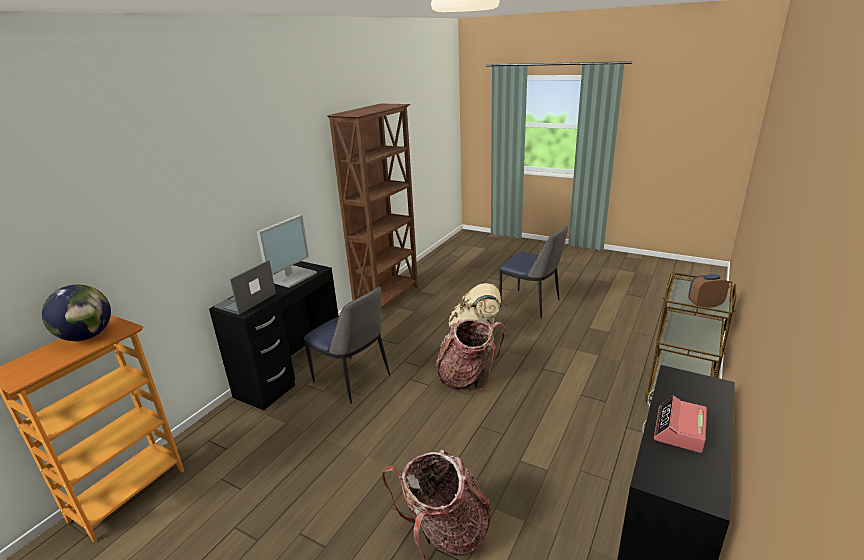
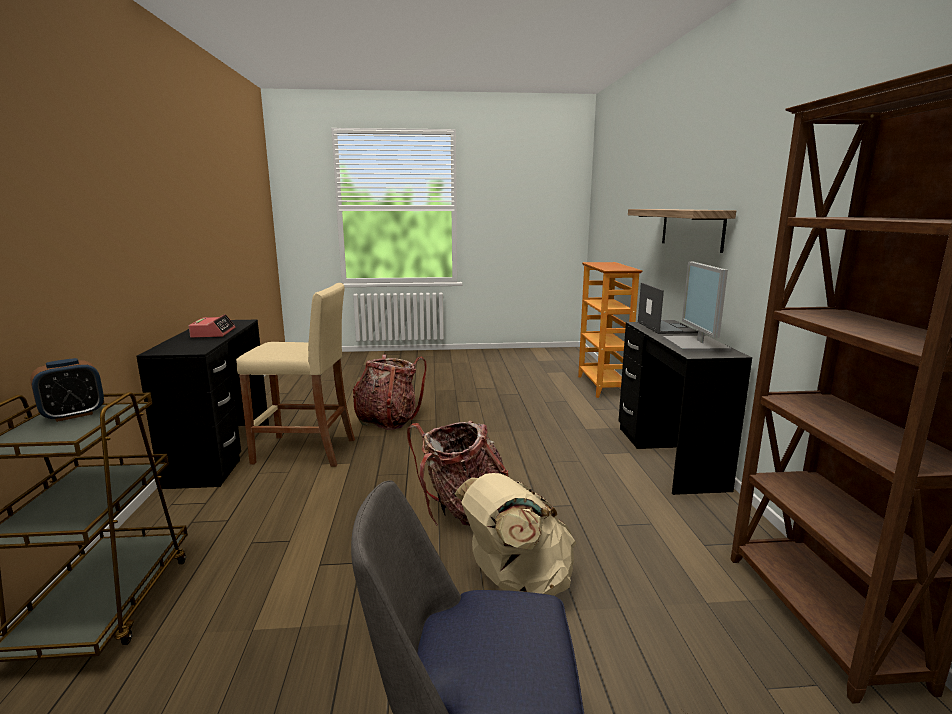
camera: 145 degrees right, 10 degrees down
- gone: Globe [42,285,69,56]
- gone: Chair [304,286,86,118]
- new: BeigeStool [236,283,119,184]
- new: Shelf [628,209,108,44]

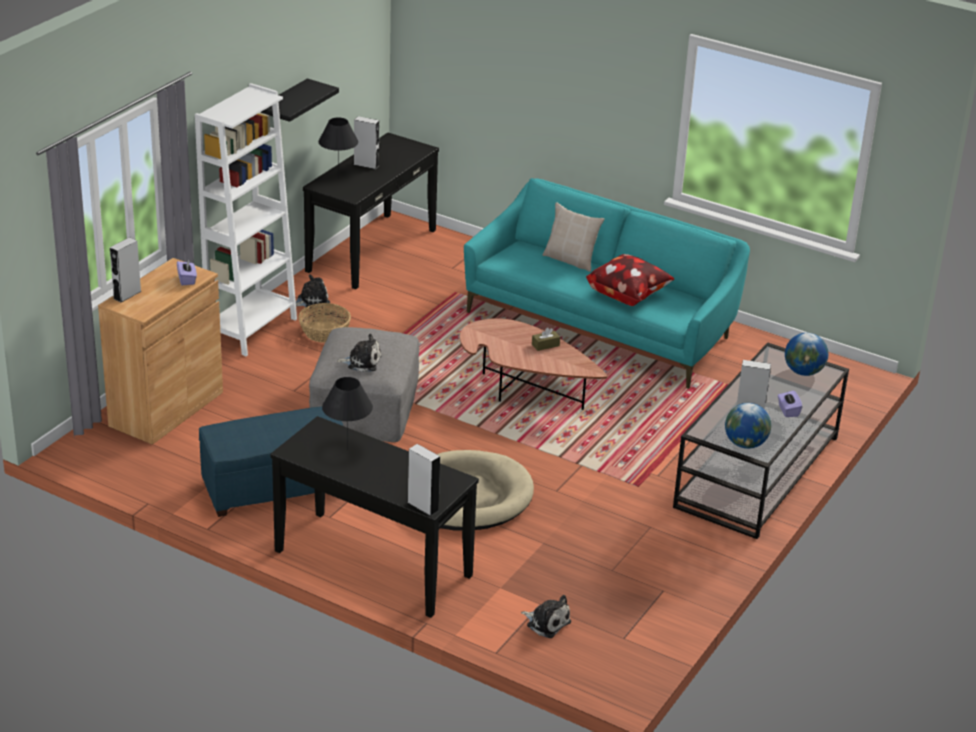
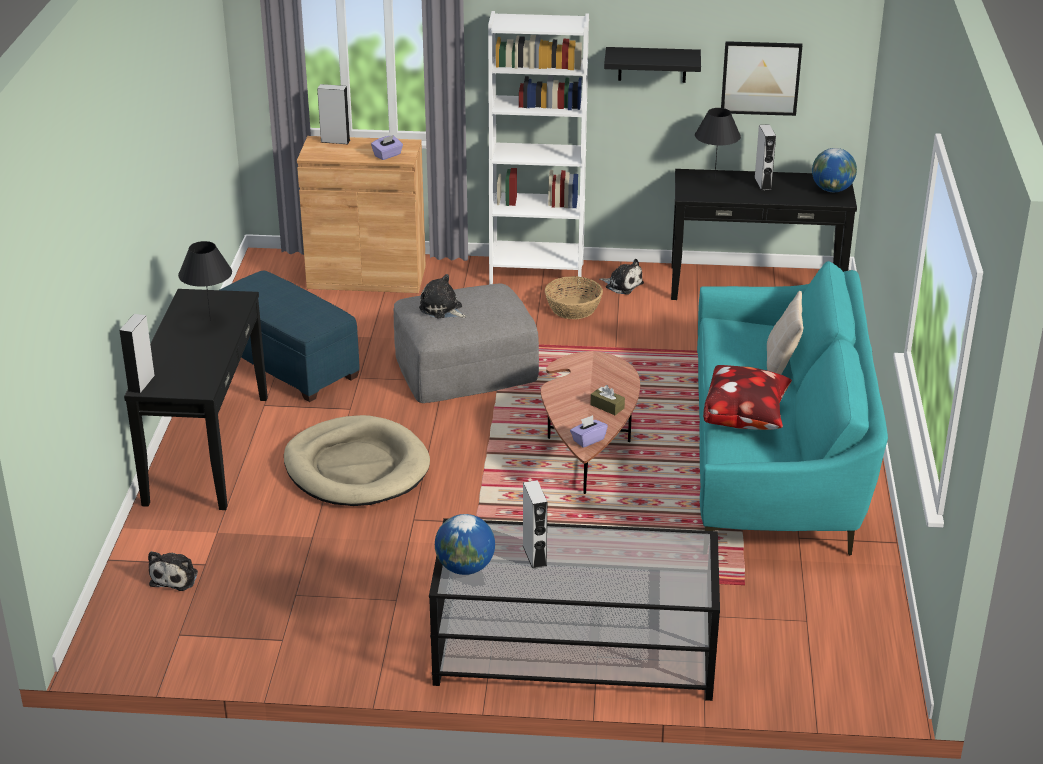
camera: 65 degrees right, 0 degrees up
- new: Picture [721,41,82,75]
- shifted: PurpleTissueBox [778,391,24,26] to [570,415,38,33]
- shifted: Globe [785,333,43,43] to [812,148,45,44]
- rotated: PlushToy [336,334,45,38] = [419,274,47,45] 150 degrees clockwise

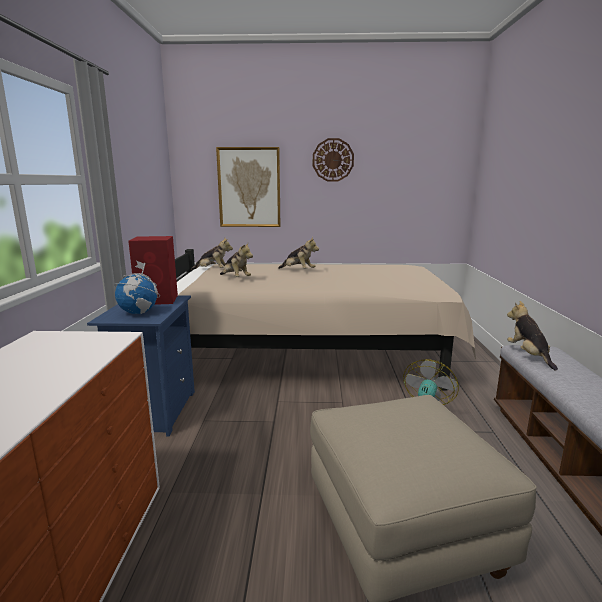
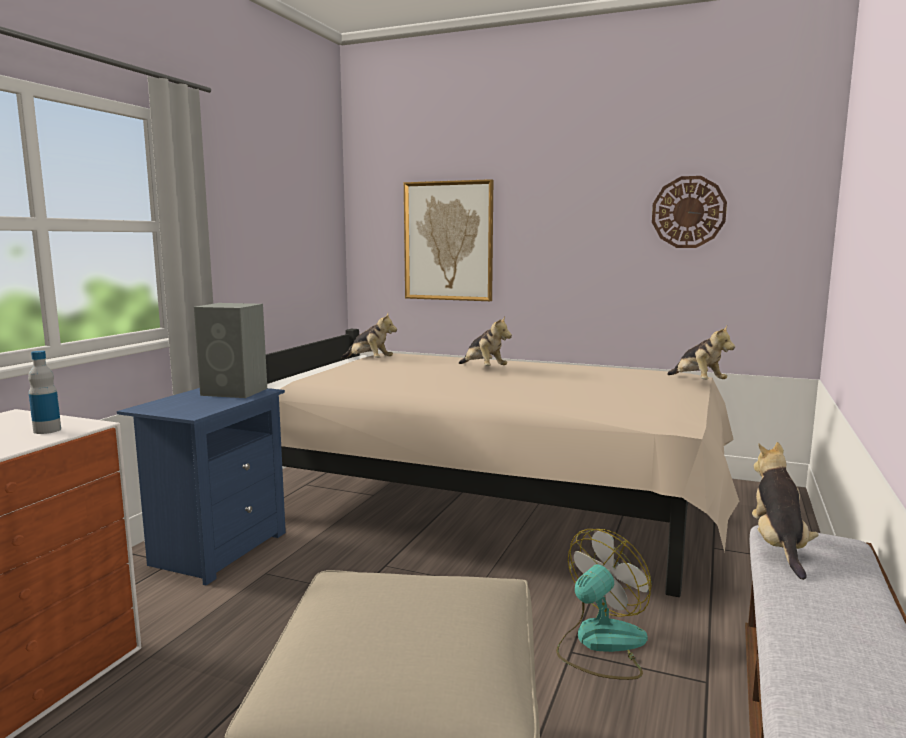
camera: 20 degrees right, 5 degrees down
- gone: Globe [114,261,46,53]
- new: Bottle [28,351,33,83]
- shifted: PlushToy [220,243,33,34] to [667,325,68,54]
- shifted: WallClock [313,138,41,44] to [652,176,75,72]
- repainted: RedSpeaker [128,236,50,69] to GreySpeaker [194,303,73,95]

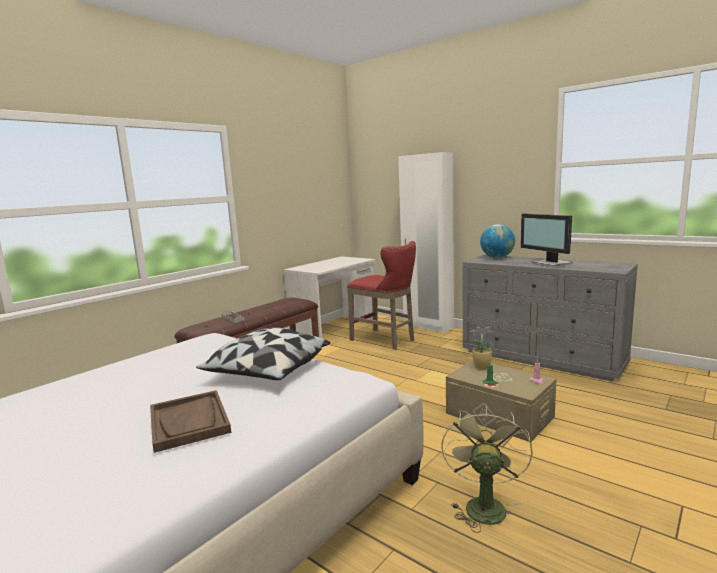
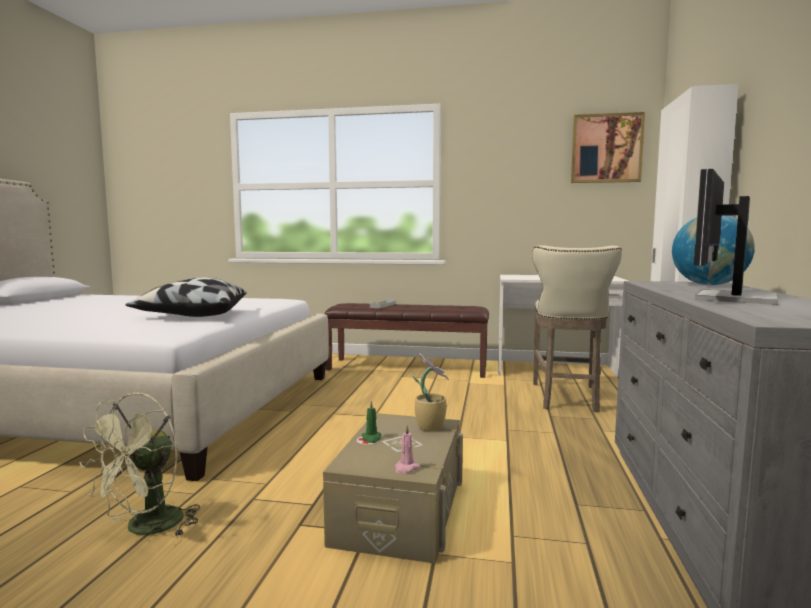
camera: 60 degrees right, 5 degrees down
- gone: BrownTray [150,390,81,63]
- new: Picture [571,112,74,71]
- repainted: RedStool [347,241,69,109] to BeigeStool [532,245,90,167]
- rotated: GreenFan [441,405,92,128] = [79,392,121,145] 135 degrees clockwise

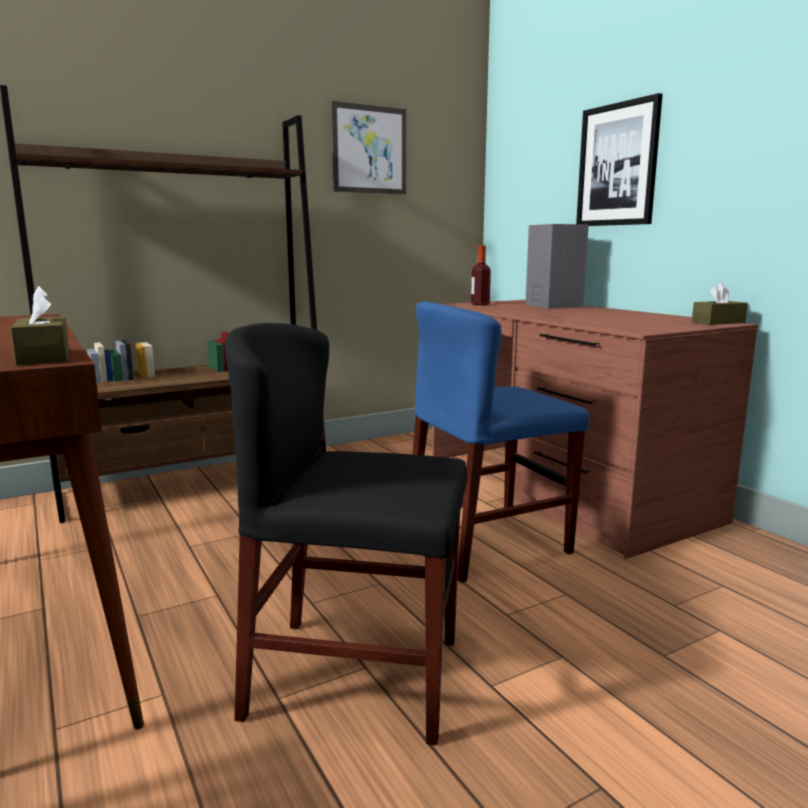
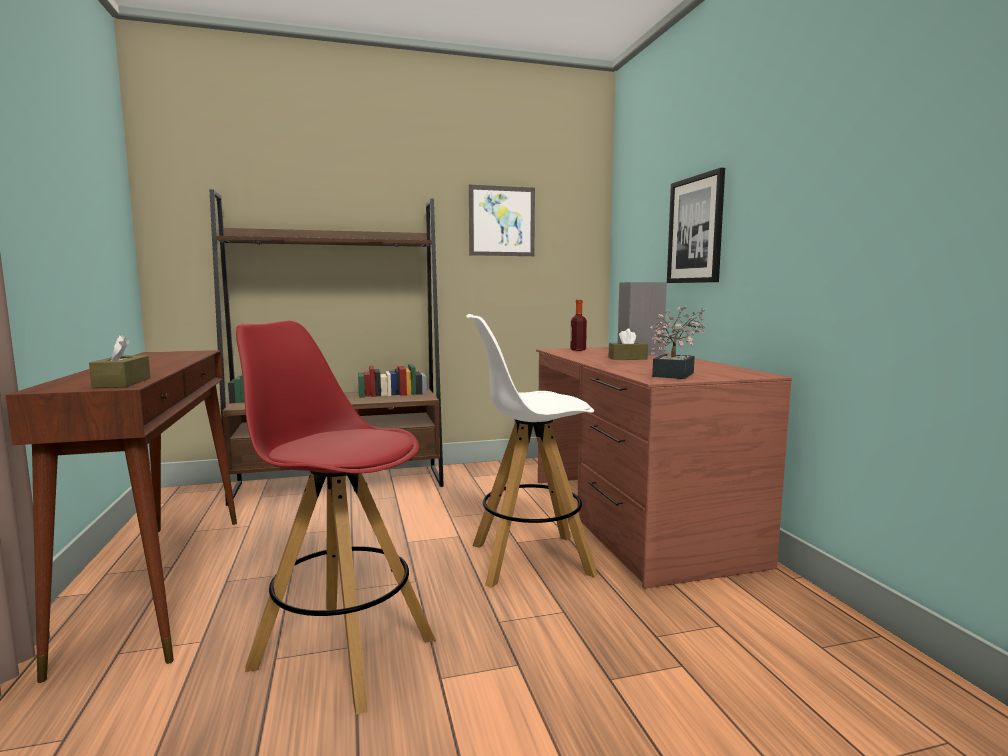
camera: 15 degrees right, 5 degrees down
- new: PottedPlant [650,305,57,74]
- shifted: BrownTissueBox [692,283,56,42] to [609,329,39,31]
- swapped: BlackChair [225,323,242,422] to RedStool [236,320,200,395]
- swapped: BlueChair [412,301,178,282] to WhiteStool [466,314,132,273]

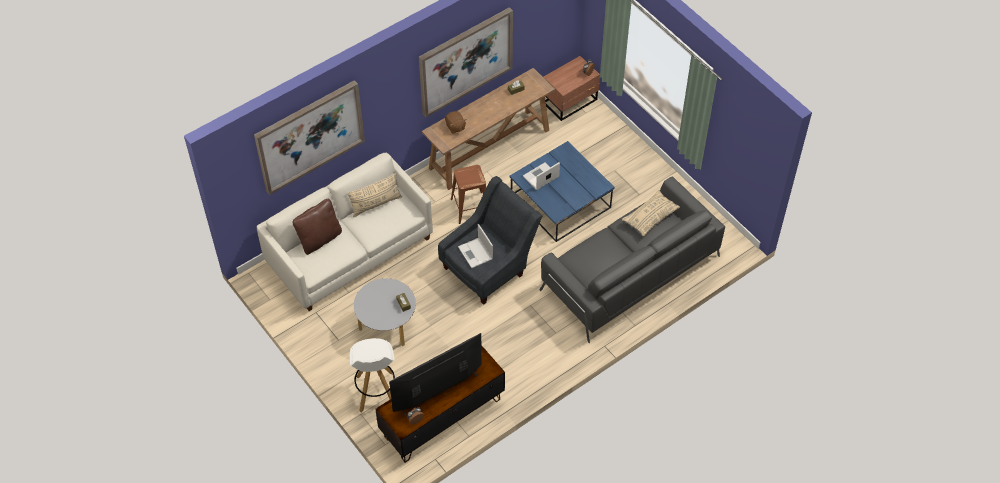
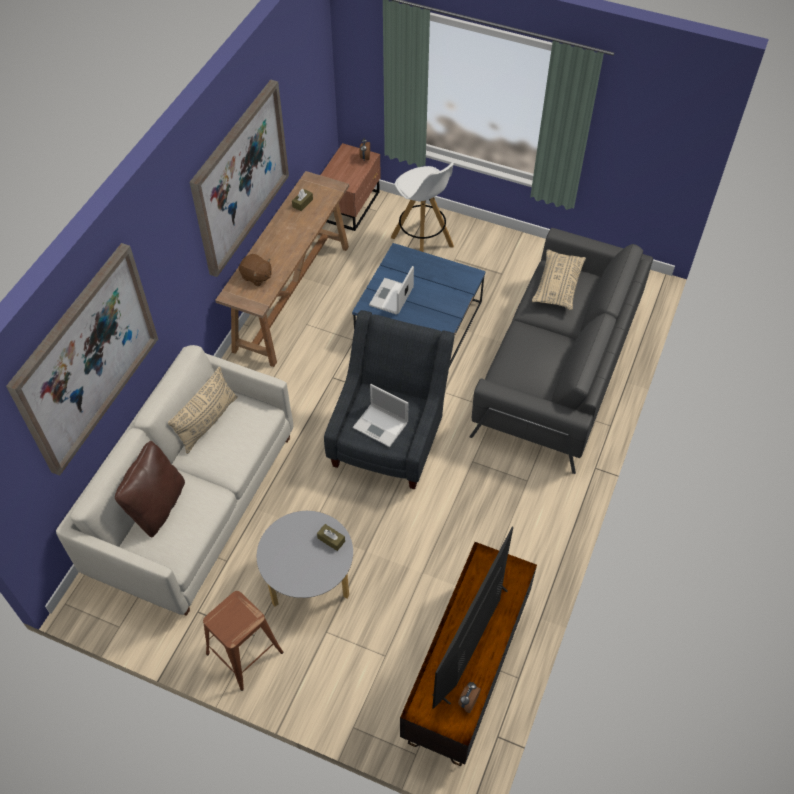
camera: 30 degrees left, 0 degrees up
- shifted: WhiteStool [350,338,45,75] to [391,162,63,90]
- shifted: BrownStool [451,165,35,59] to [203,591,80,100]

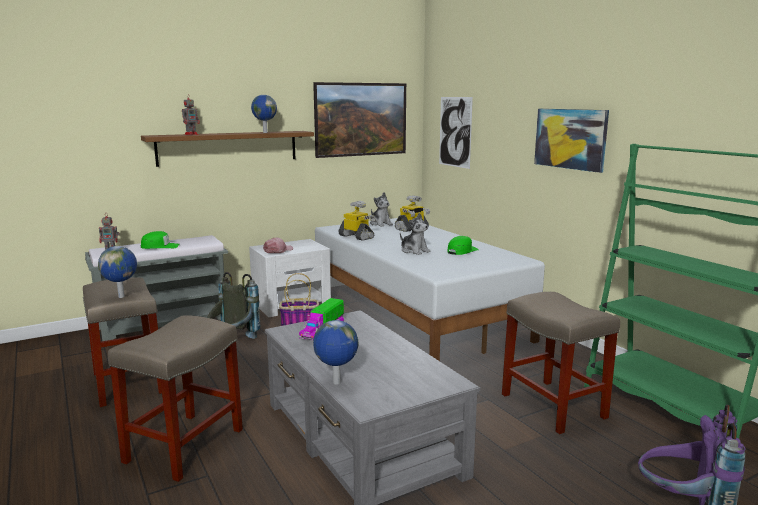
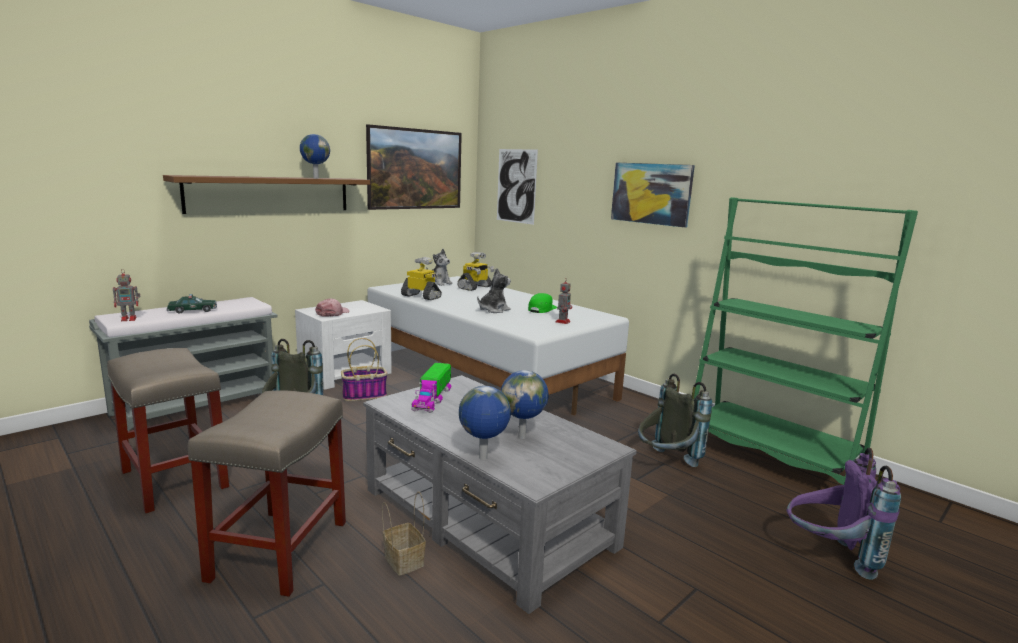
camera: 15 degrees left, 0 degrees up
- new: Basket [382,492,44,84]
- shifted: Globe [98,246,39,52] to [501,370,48,69]
- shifted: ToyRobot [182,95,18,40] to [556,279,16,45]
- swapped: GreenCap [141,231,38,18] to ToyCar [167,294,50,19]
- swapped: BeigeStool [502,292,118,142] to GreyBackpack [638,373,74,94]
- rotated: PlushToy [400,213,30,42] = [477,268,34,45] 75 degrees counterclockwise

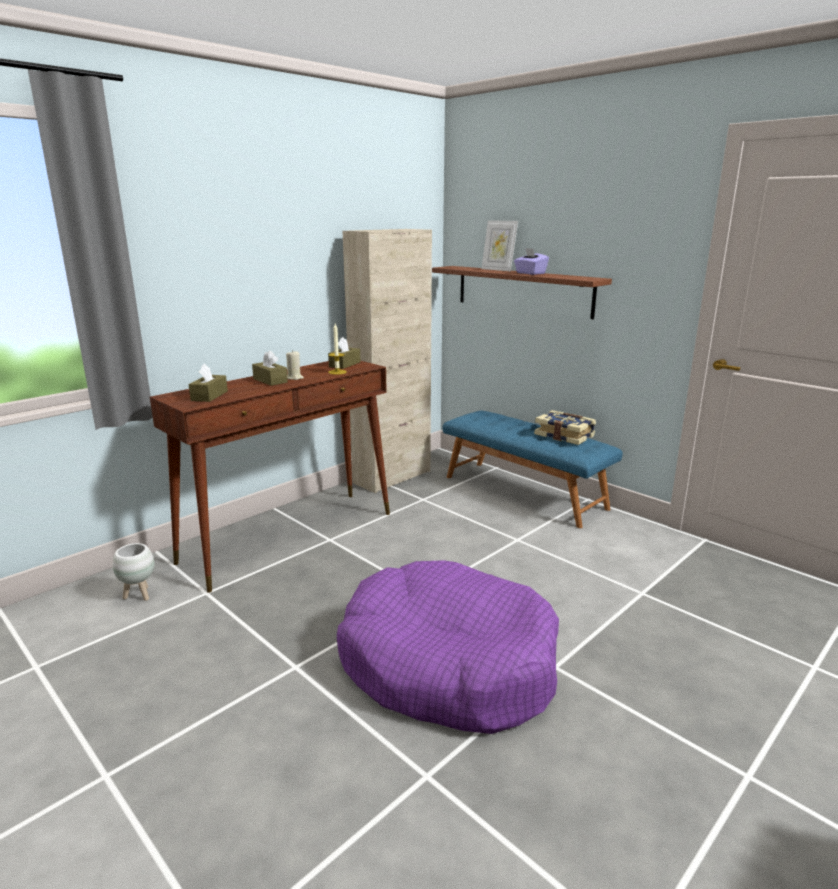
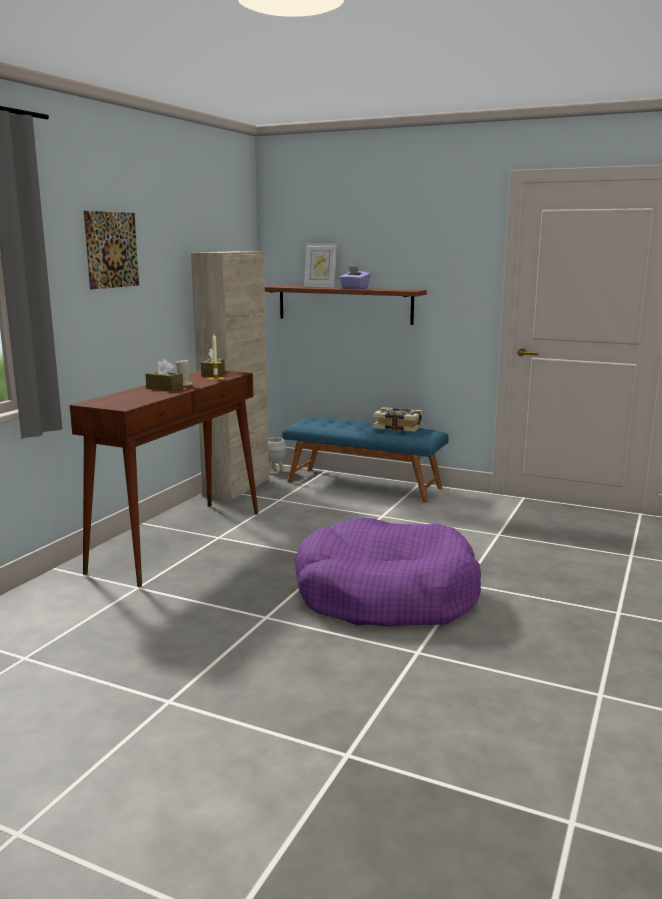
camera: 20 degrees left, 5 degrees down
- gone: BrownTissueBox [188,363,40,39]
- new: Picture [84,211,55,79]
- shifted: WhitePlanter [113,543,42,58] to [268,438,19,35]

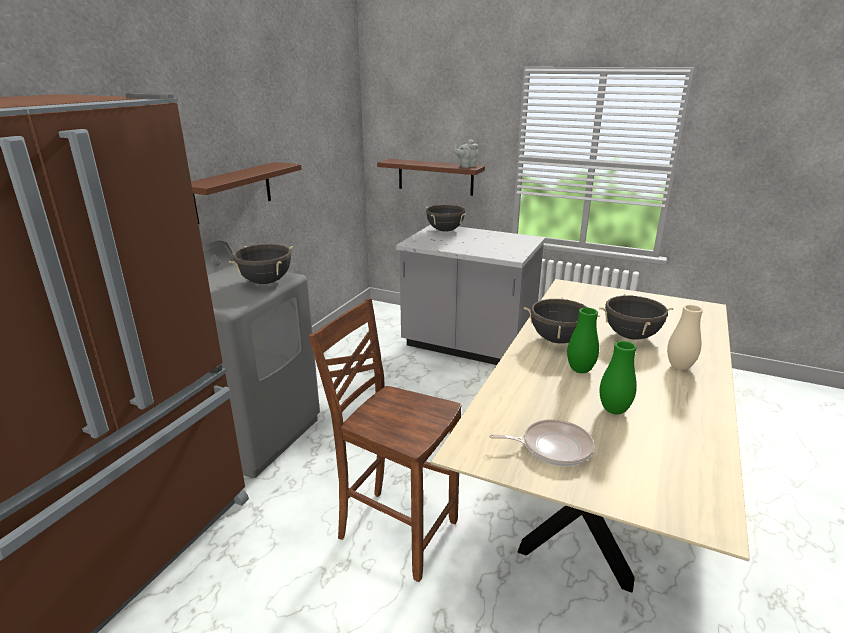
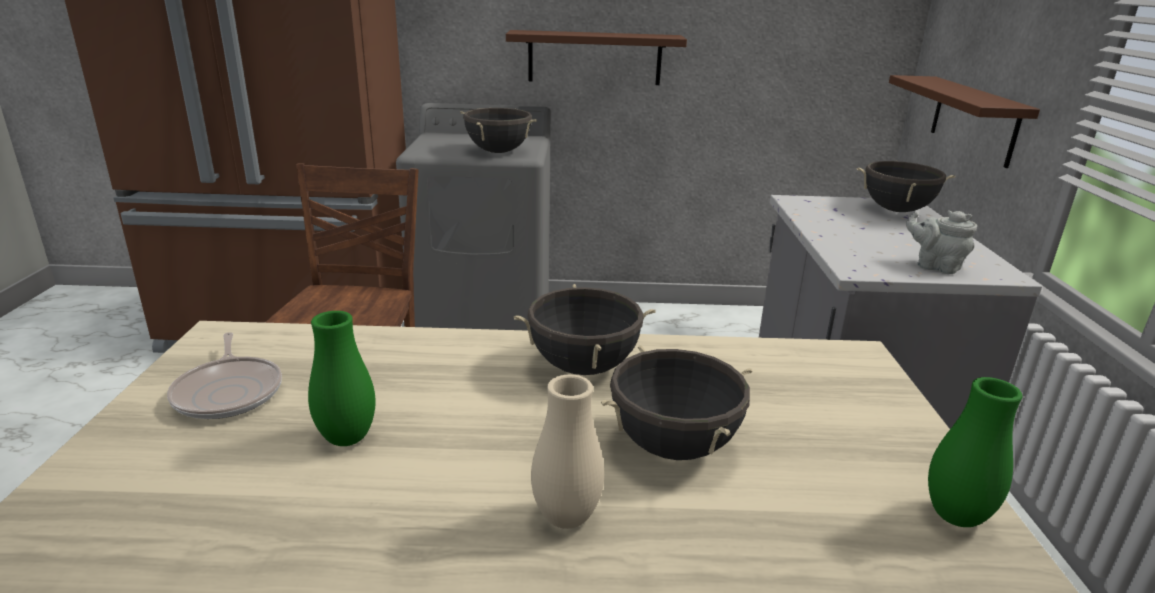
camera: 65 degrees right, 0 degrees up
- shifted: GreyTeapot [454,139,24,29] to [906,211,71,63]
- shifted: GreenVase [567,308,32,65] to [928,377,95,150]

